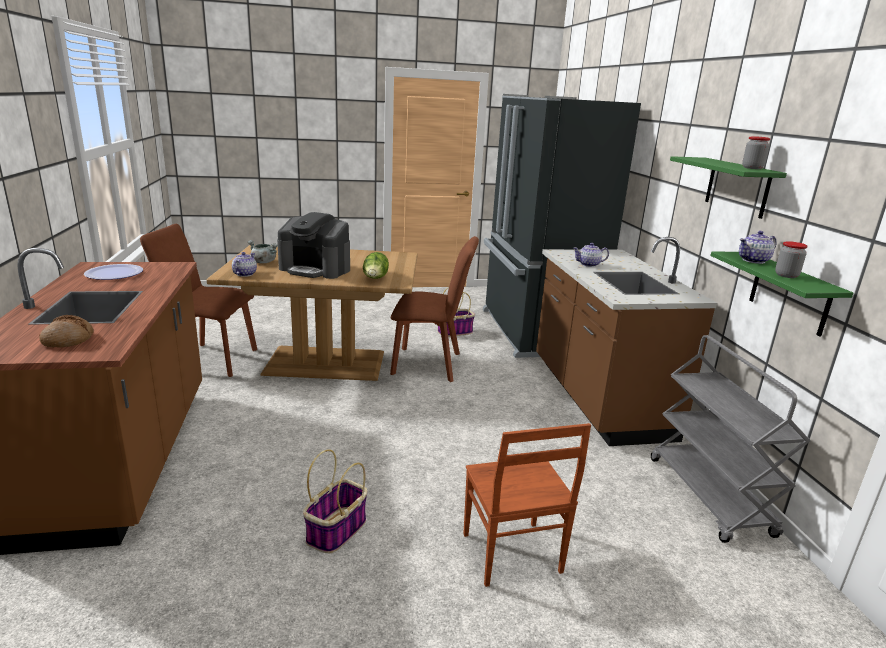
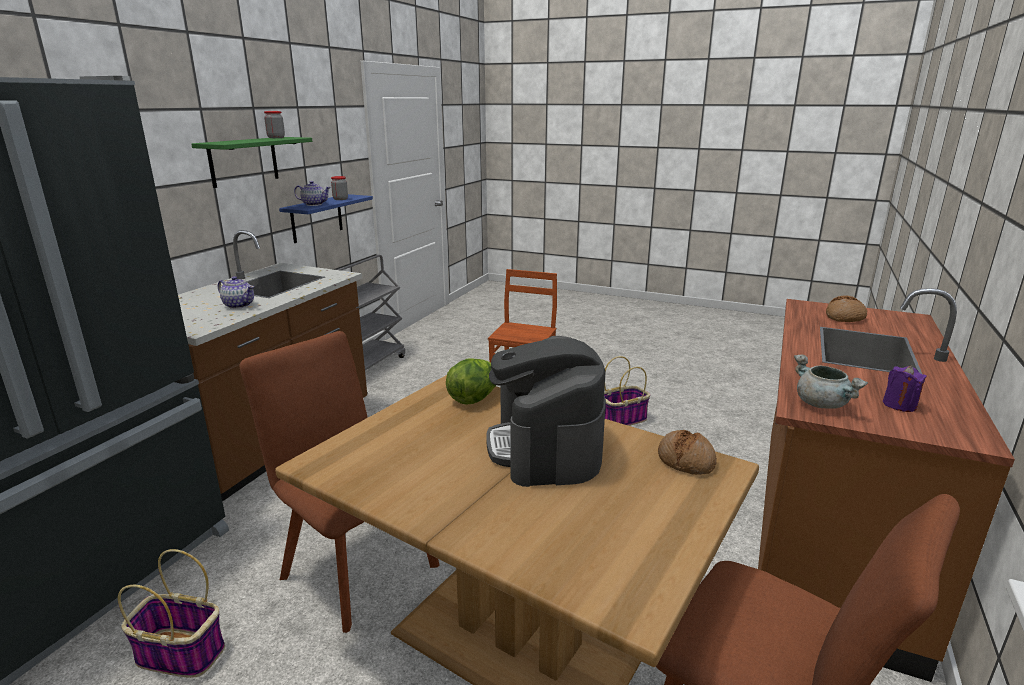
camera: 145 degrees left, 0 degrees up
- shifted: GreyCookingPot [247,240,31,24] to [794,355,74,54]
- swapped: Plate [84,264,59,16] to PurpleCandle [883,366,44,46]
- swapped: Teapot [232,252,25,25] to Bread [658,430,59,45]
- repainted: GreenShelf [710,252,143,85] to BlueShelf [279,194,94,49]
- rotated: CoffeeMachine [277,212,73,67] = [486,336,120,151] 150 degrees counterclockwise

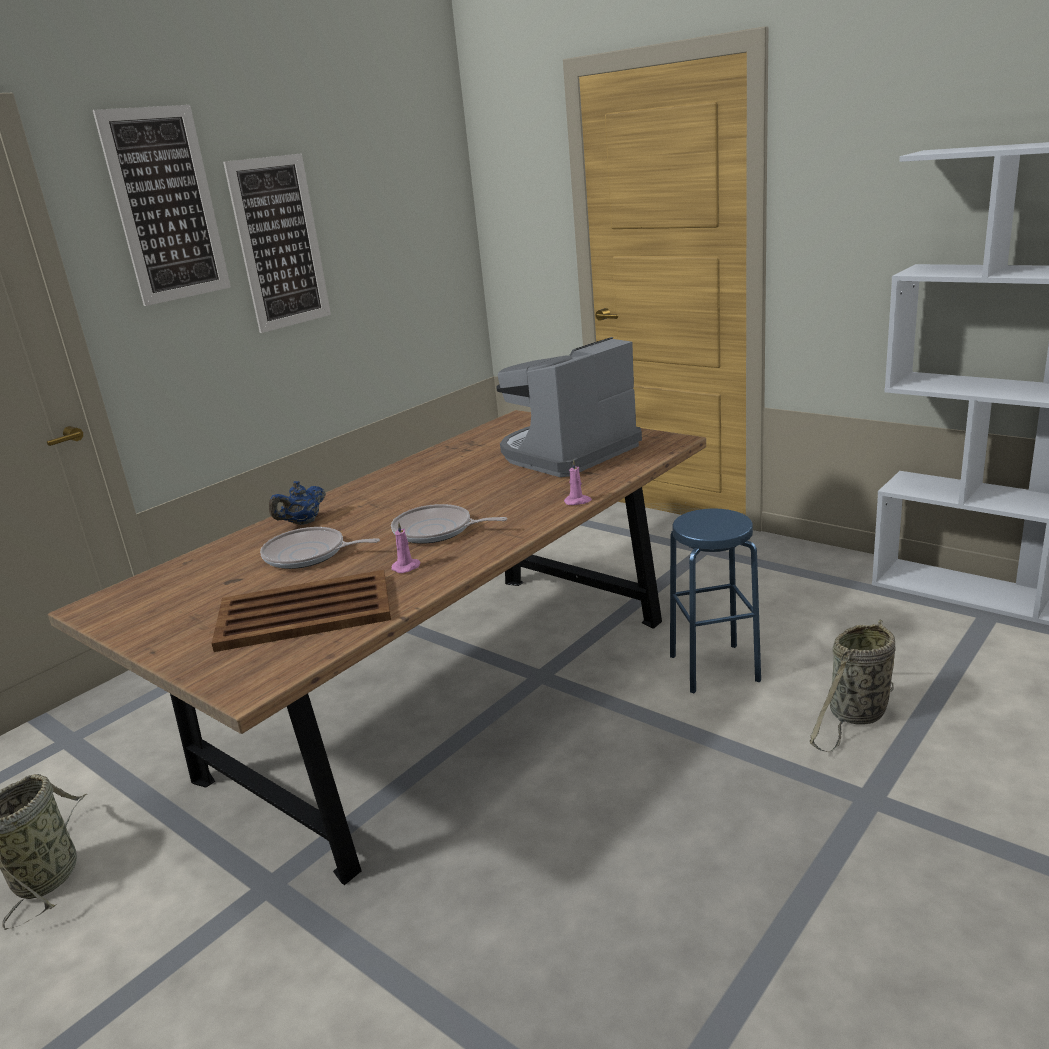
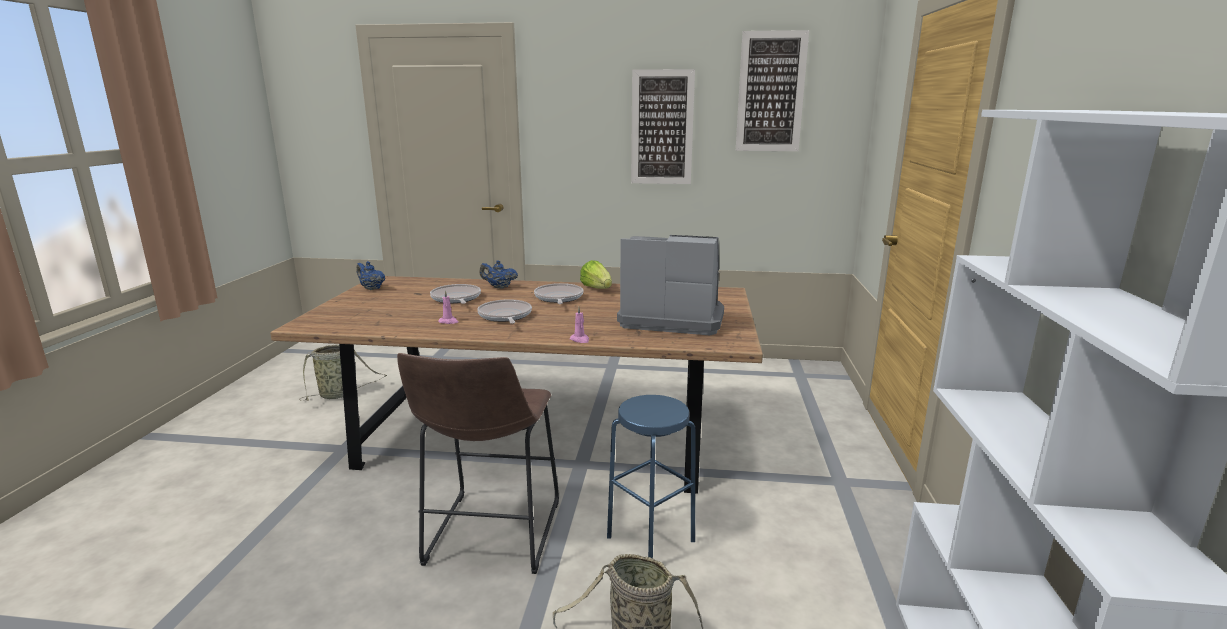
camera: 55 degrees right, 5 degrees down
- gone: BrownTray [211,570,180,82]
- new: BlueTeapot [356,261,29,29]
- new: BrownStool [397,353,162,221]
- new: FryingPan [534,283,50,21]
- new: Lettuce [580,260,32,29]
- shifted: Picture [93,105,138,201] to [736,30,73,121]

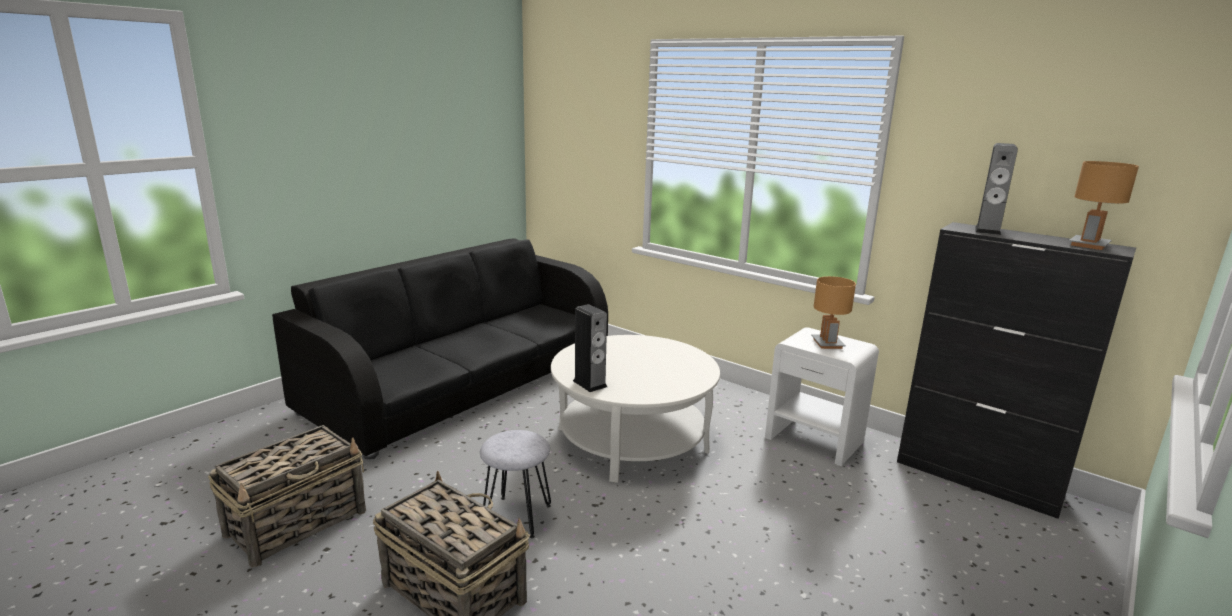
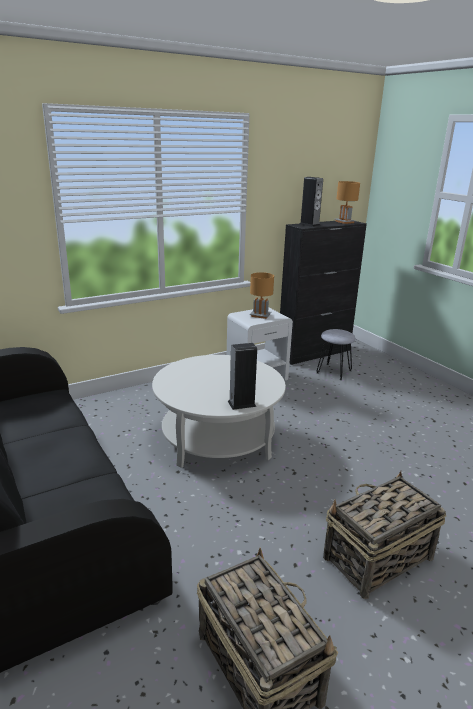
camera: 70 degrees left, 5 degrees up
- shifted: GreyStool [480,430,71,108] to [317,329,39,51]

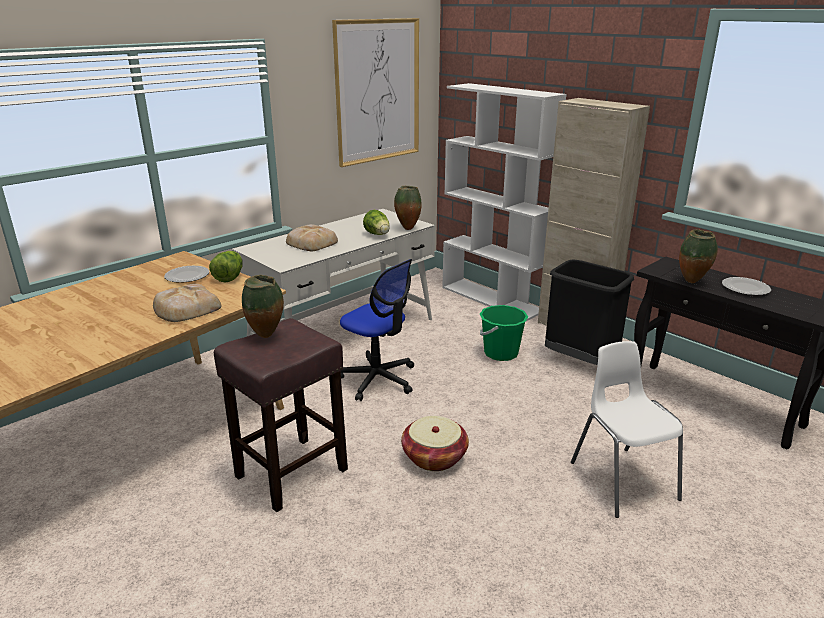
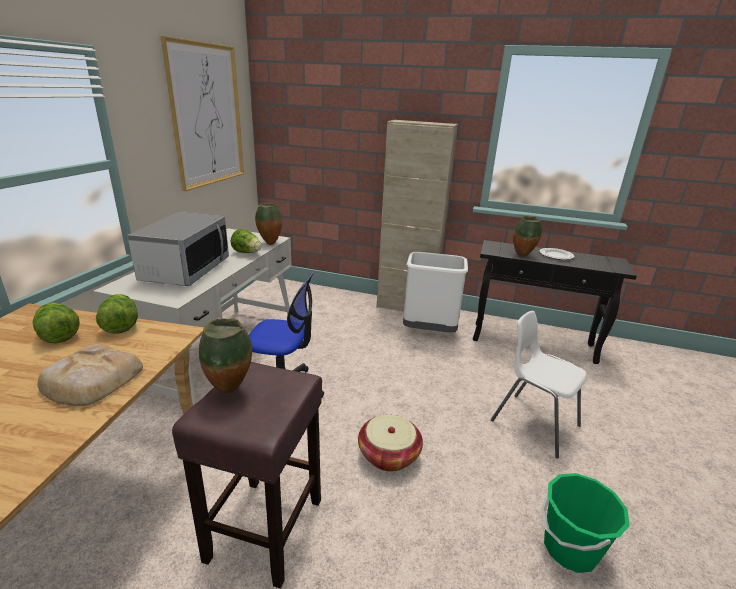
camera: 30 degrees left, 0 degrees up
- gone: WhiteBookcase [442,83,125,238]
- shifted: GreenBucket [480,305,48,56] to [541,473,89,100]
- swapped: Plate [164,266,45,17] to Lettuce [32,303,48,40]
- swapped: Bread [286,224,52,27] to Microwave [127,212,102,74]
- repainted: BlackTrashCan [545,259,89,106] to WhiteTrashCan [403,252,65,80]

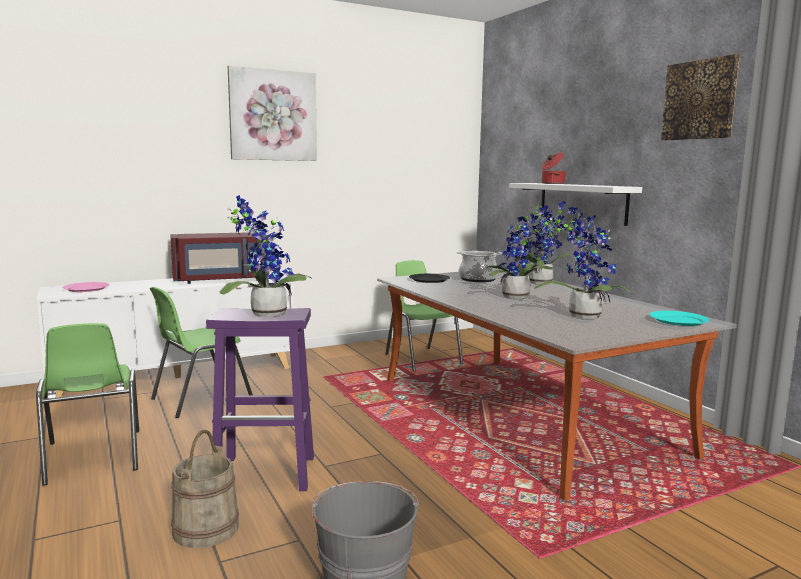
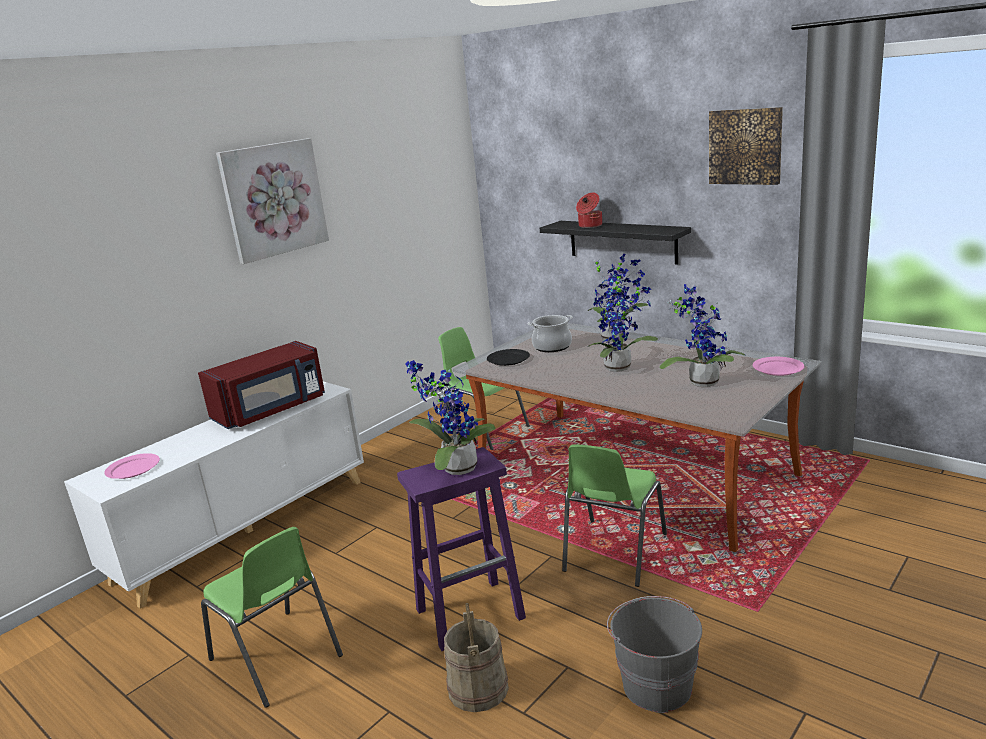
camera: 20 degrees left, 10 degrees up
- shifted: GreenChair [150,287,103,131] to [562,444,105,143]
- repainted: WhiteShelf [509,183,133,43] to BlackShelf [540,221,151,44]
- repainted: TurquoisePlate [649,311,61,15] to PinkPlate [753,357,52,19]

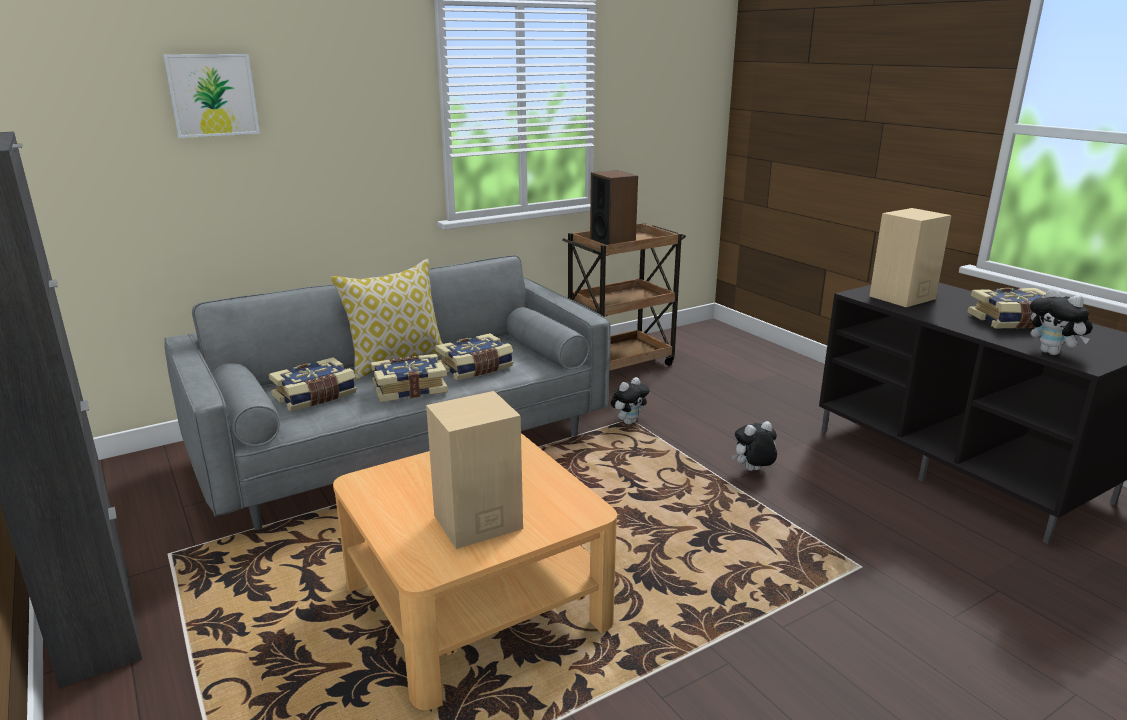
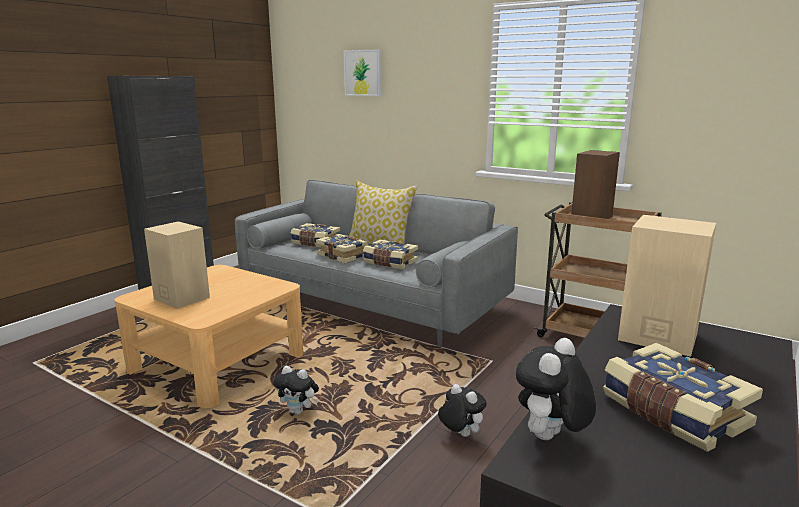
camera: 65 degrees right, 5 degrees down
- shifted: PlushToy [611,377,38,47] to [273,366,46,49]

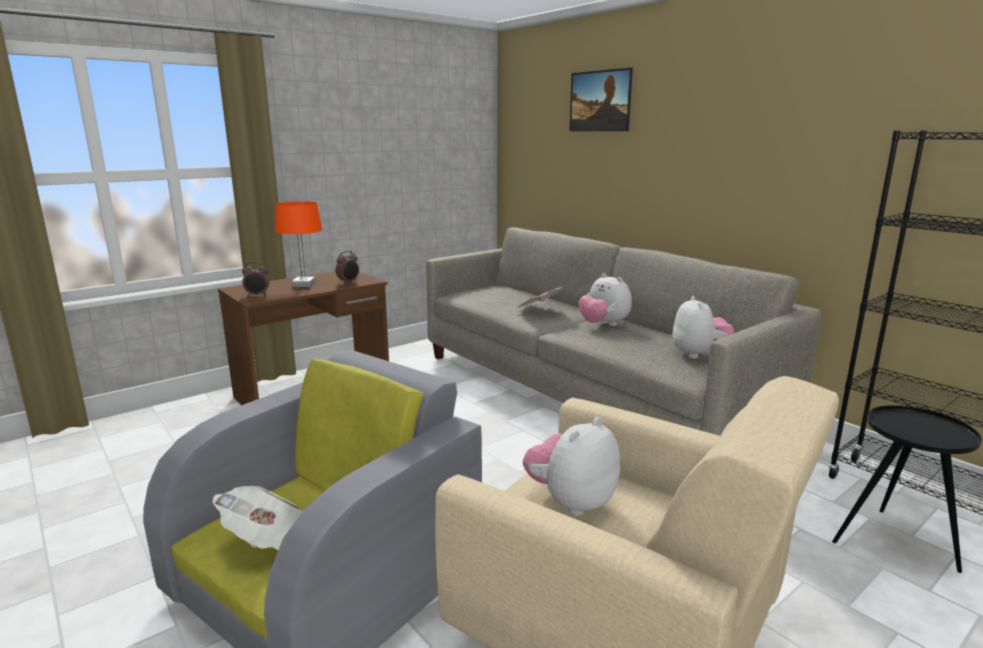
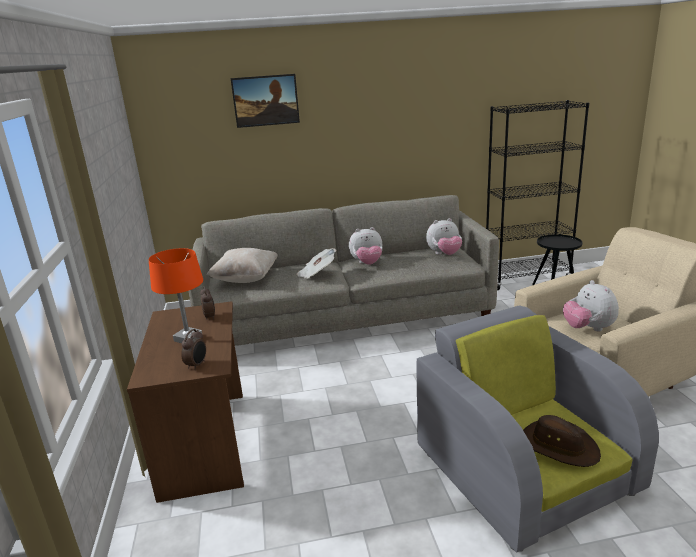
camera: 60 degrees left, 5 degrees up
- new: BeigePillow [207,248,71,35]
- swapped: Newspaper [212,486,92,64] to BrownHat [523,415,78,52]
- rotated: PlushToy [672,296,63,63] = [426,218,36,37] 135 degrees clockwise

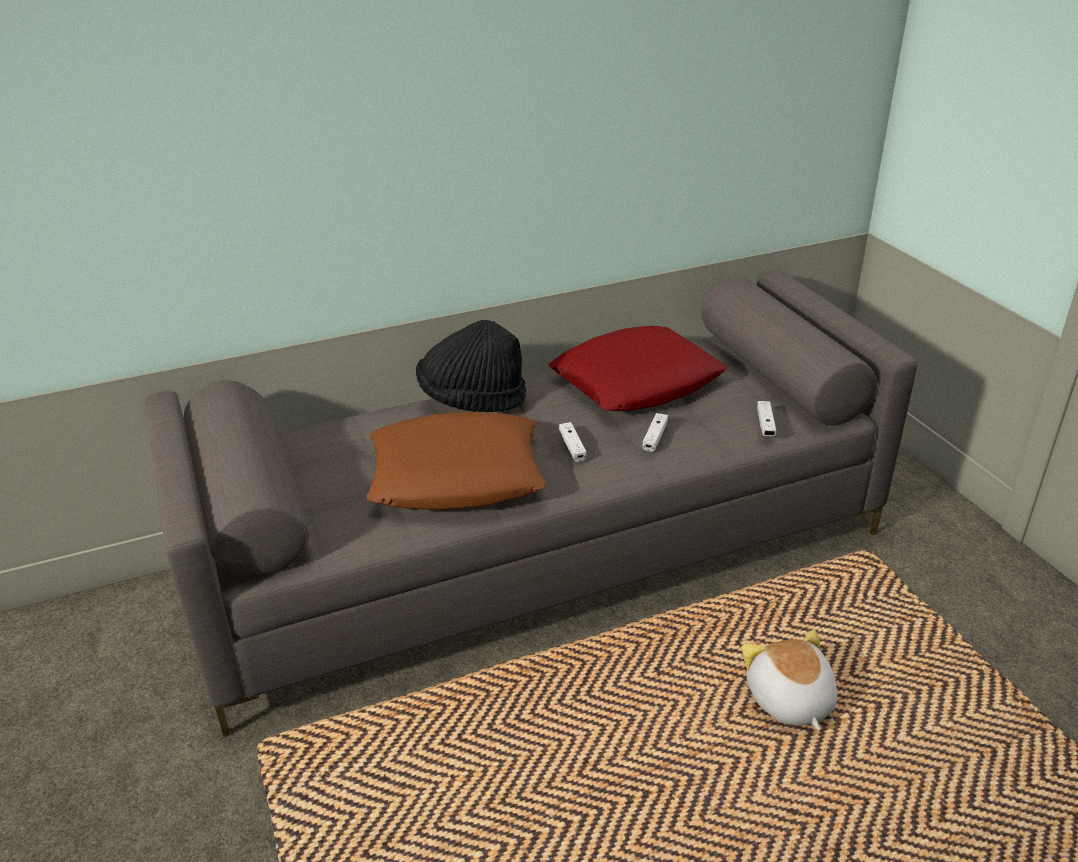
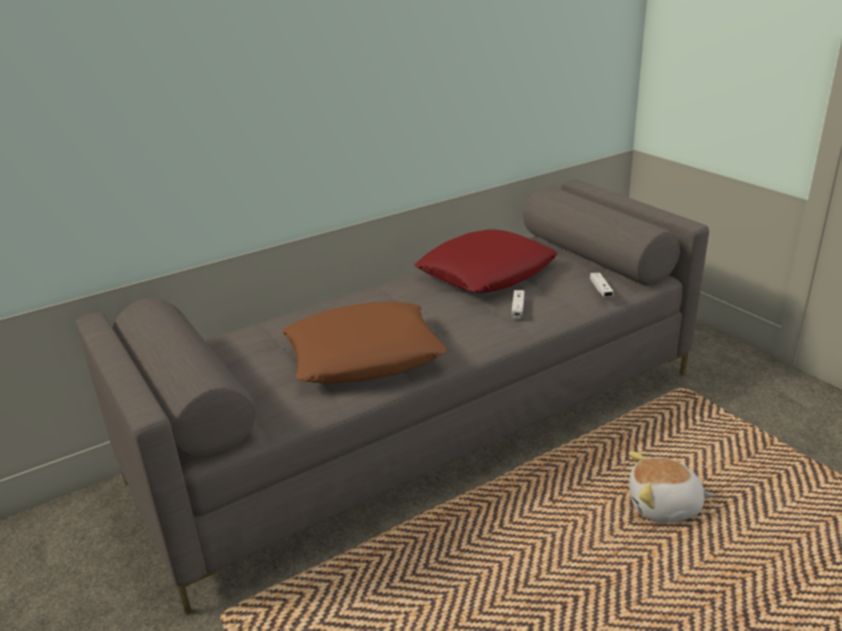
camera: 10 degrees left, 5 degrees down
- gone: BlackHat [416,320,110,92]
- gone: WhiteGameController [559,422,28,40]
- rotated: PlushToy [741,630,96,101] = [629,451,84,71] 60 degrees counterclockwise

